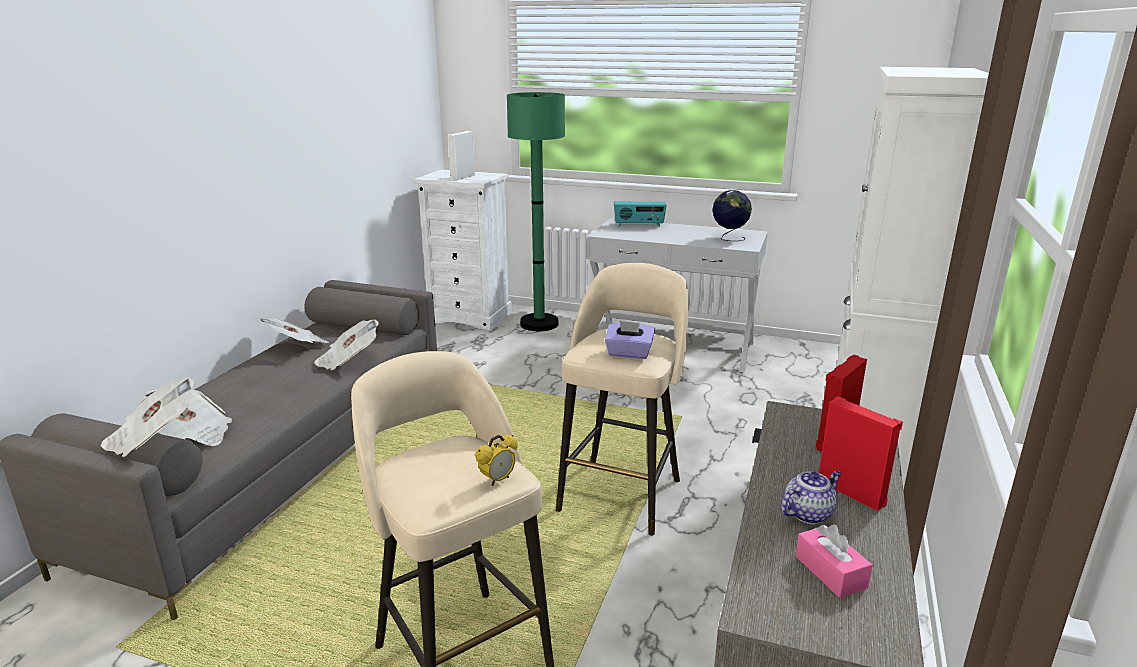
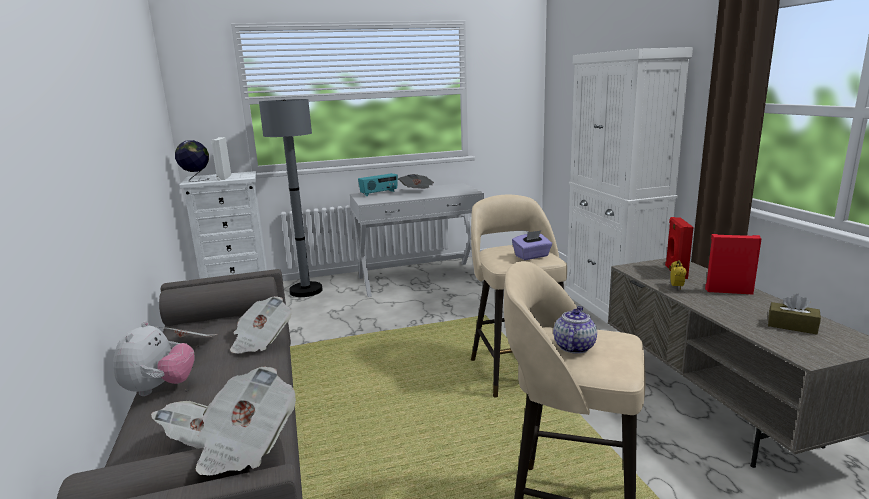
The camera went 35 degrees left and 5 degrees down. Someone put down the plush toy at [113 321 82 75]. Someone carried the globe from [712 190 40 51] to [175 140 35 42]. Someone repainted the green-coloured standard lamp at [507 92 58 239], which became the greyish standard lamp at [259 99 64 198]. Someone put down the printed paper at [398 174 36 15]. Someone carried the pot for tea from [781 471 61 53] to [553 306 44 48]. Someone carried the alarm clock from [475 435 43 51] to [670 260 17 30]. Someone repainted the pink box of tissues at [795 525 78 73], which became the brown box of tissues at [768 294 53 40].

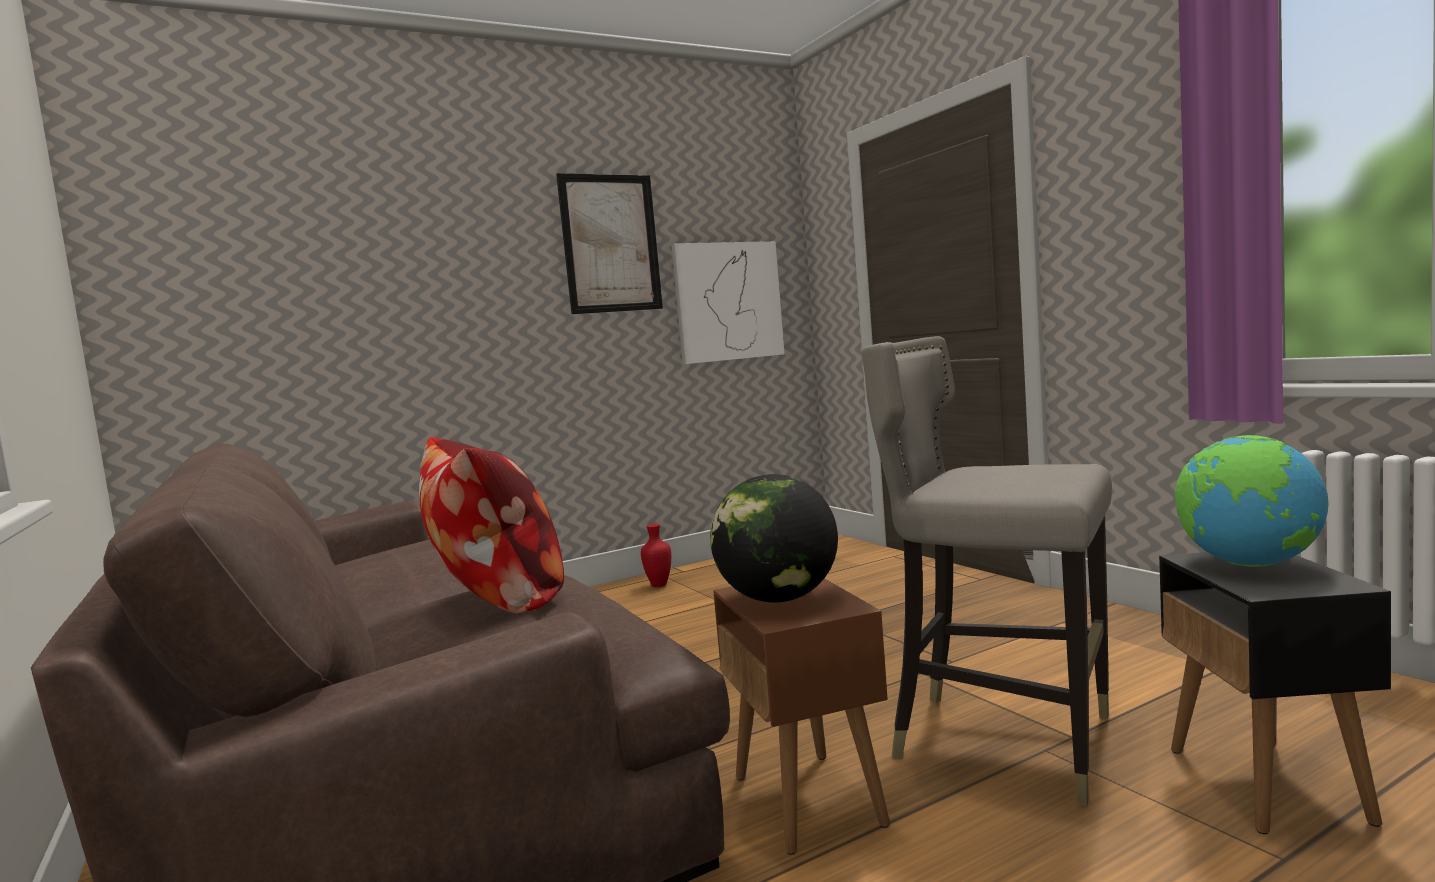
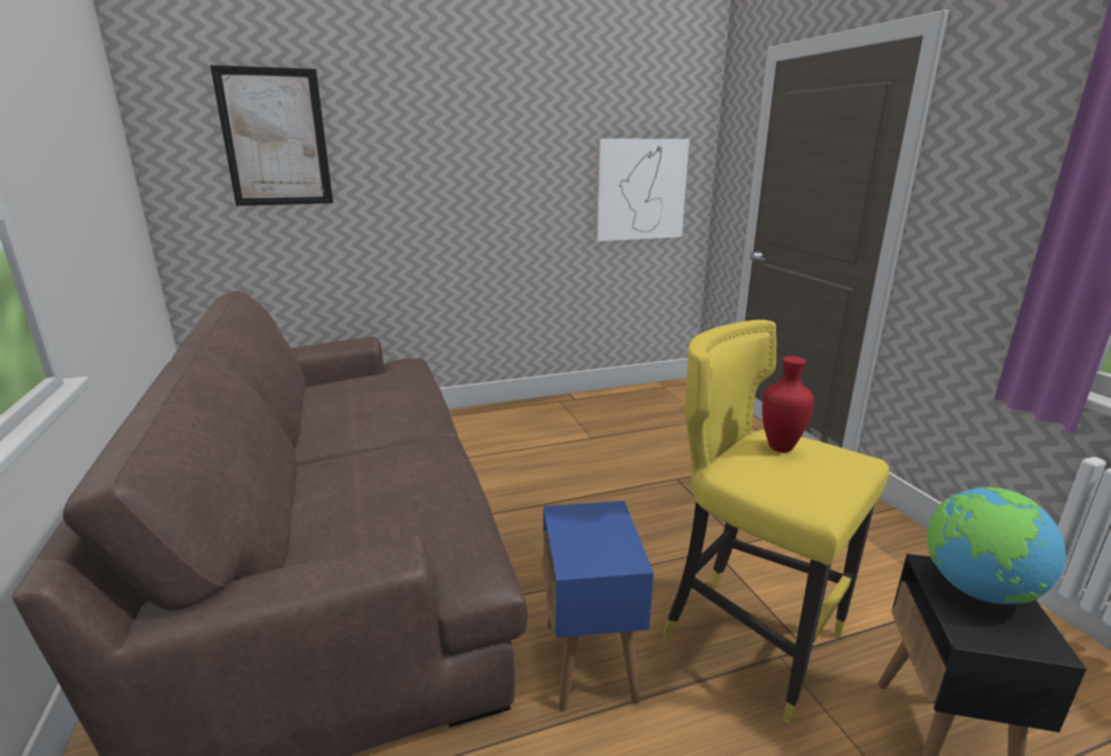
The camera went 10 degrees right and 15 degrees up. Someone carried the wall picture from [556 173 107 141] to [210 65 123 141]. Someone repainted the brown accent table at [713 578 177 277], which became the blue accent table at [541 501 113 211]. Someone repainted the greyish stool seat at [861 336 251 471], which became the yellow-coloured stool seat at [663 320 226 405]. Someone carried the reddish vase from [641 524 30 63] to [762 356 52 96]. Someone took away the cushion at [419 437 145 177]. Someone took away the globe at [710 474 128 129].

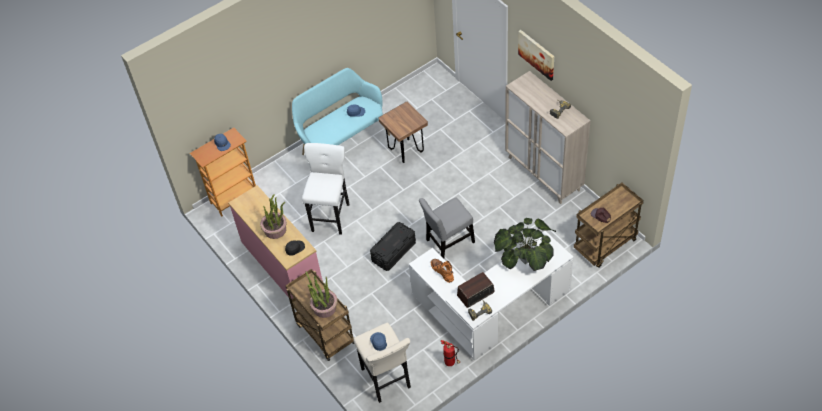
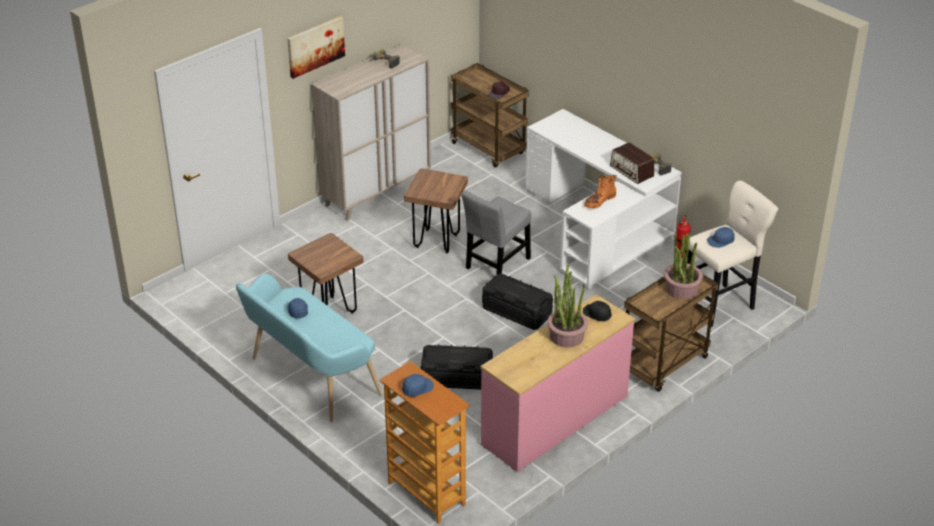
The camera went 100 degrees left and 15 degrees down. Someone put down the brown stool seat at [404 168 64 86]. Someone swapped the white stool seat at [302 143 48 92] for the black storage container at [420 344 73 46]. Someone rotated the greyish chair at [419 198 56 61] by 75 degrees clockwise. Someone took away the plant in a pot at [494 218 62 53].

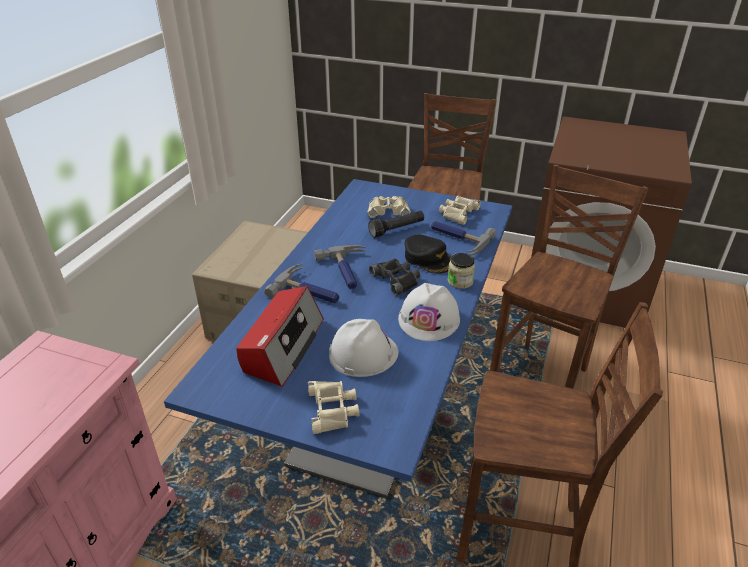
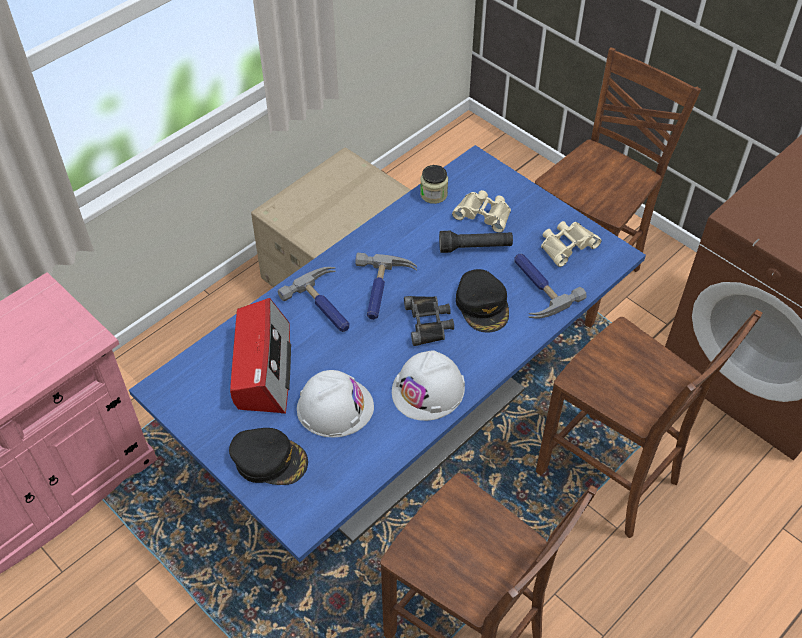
The camera went 25 degrees right and 15 degrees up. Someone swapped the beige binoculars at [308 381 51 53] for the black peaked cap at [229 428 79 57]. Someone rotated the radio at [236 286 87 101] by 45 degrees counterclockwise. Someone carried the preserve jar from [448 253 27 36] to [420 165 28 39]. Someone rotated the brown chair at [490 165 159 224] by 75 degrees clockwise.

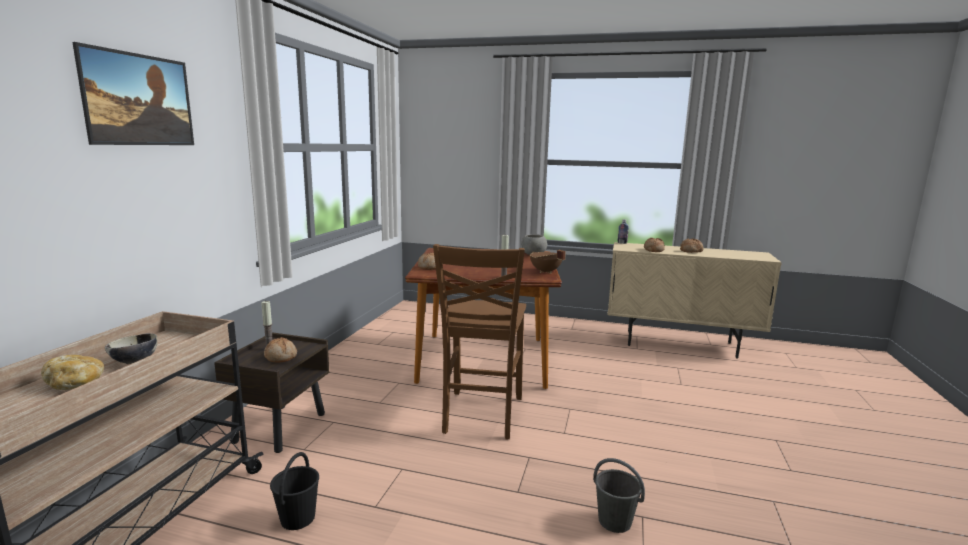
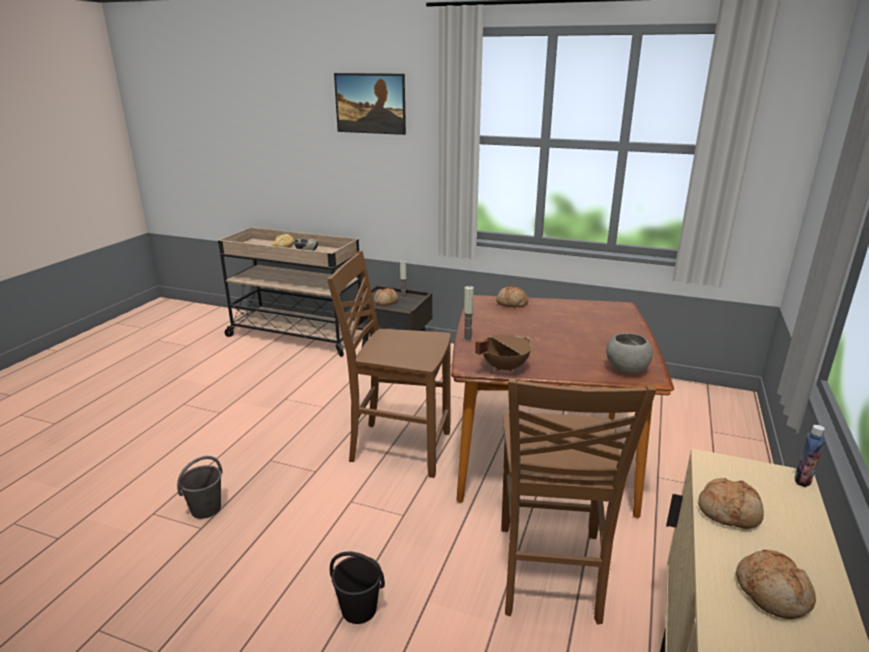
The camera went 95 degrees right and 10 degrees up. Someone carried the black pail from [270 452 49 78] to [330 551 55 73]. Someone put down the brown chair at [501 378 155 246].

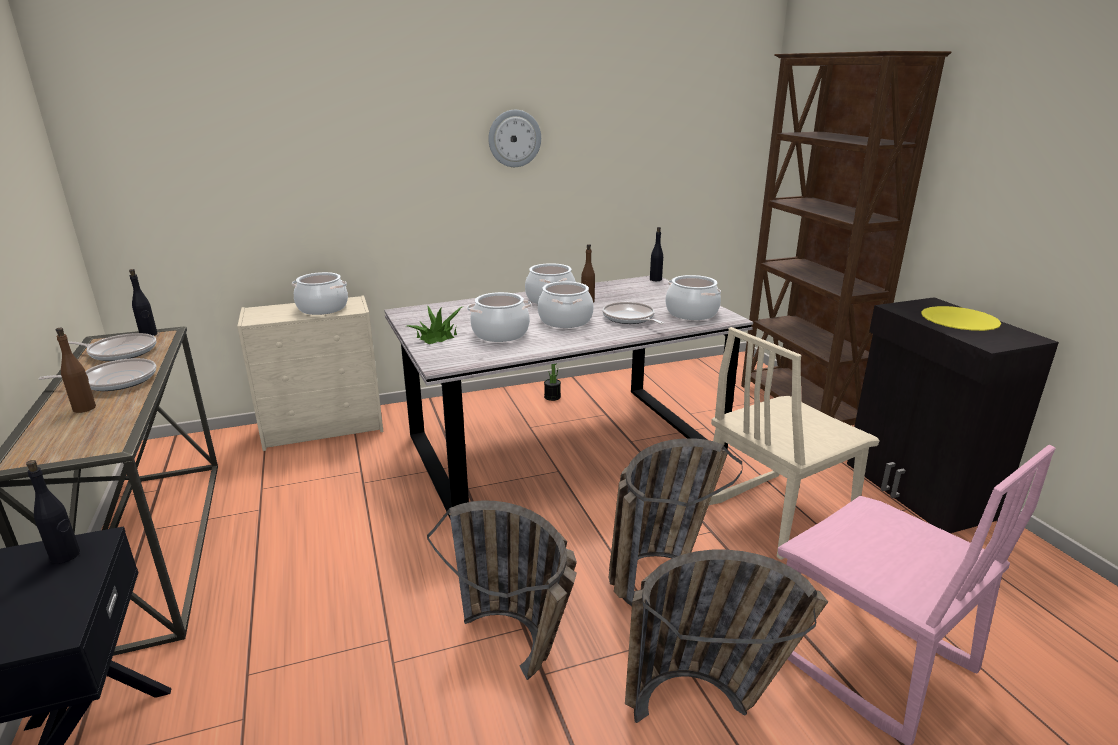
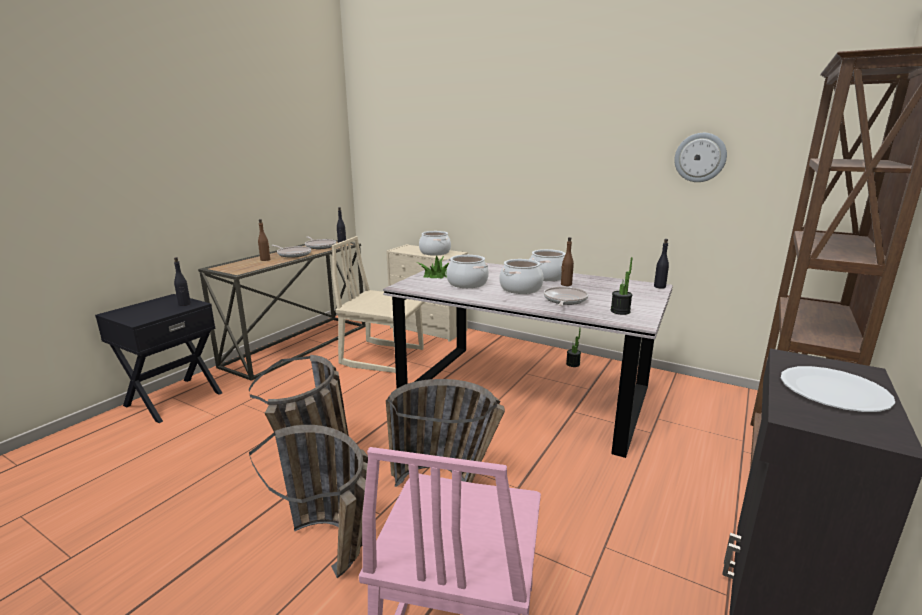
The camera went 50 degrees right and 5 degrees down. Someone carried the beige chair from [709 327 171 233] to [332 236 92 137]. Someone swapped the cooking pot at [666 275 55 45] for the plant in a pot at [611 257 22 58]. Someone carried the wall clock from [488 110 53 57] to [674 133 53 49]. Someone repainted the yellow-coloured plate at [921 306 80 25], which became the white plate at [781 366 114 46].

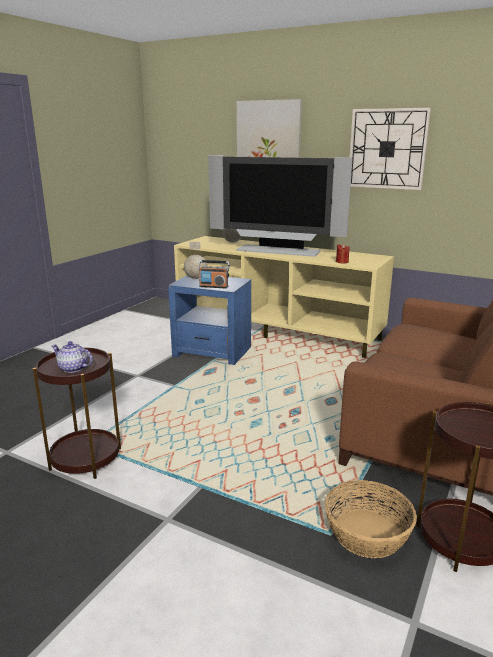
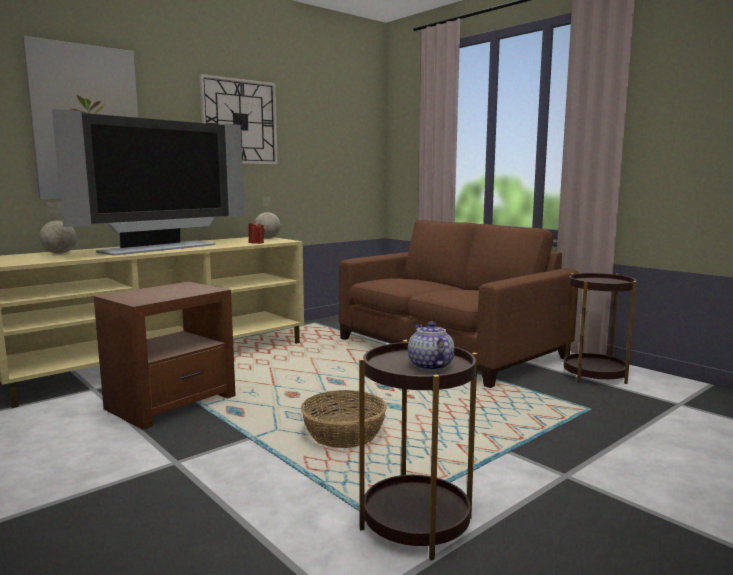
The camera went 70 degrees left and 10 degrees down. Someone repainted the blue accent table at [168 275 83 90], which became the brown accent table at [94 281 142 149]. Someone carried the globe from [184 242 24 37] to [254 197 27 42]. Someone carried the household basket from [325 480 92 78] to [300 390 87 58]. Someone rotated the pot for tea at [51 341 42 32] by 120 degrees clockwise. Someone took away the radio at [198 260 32 28].

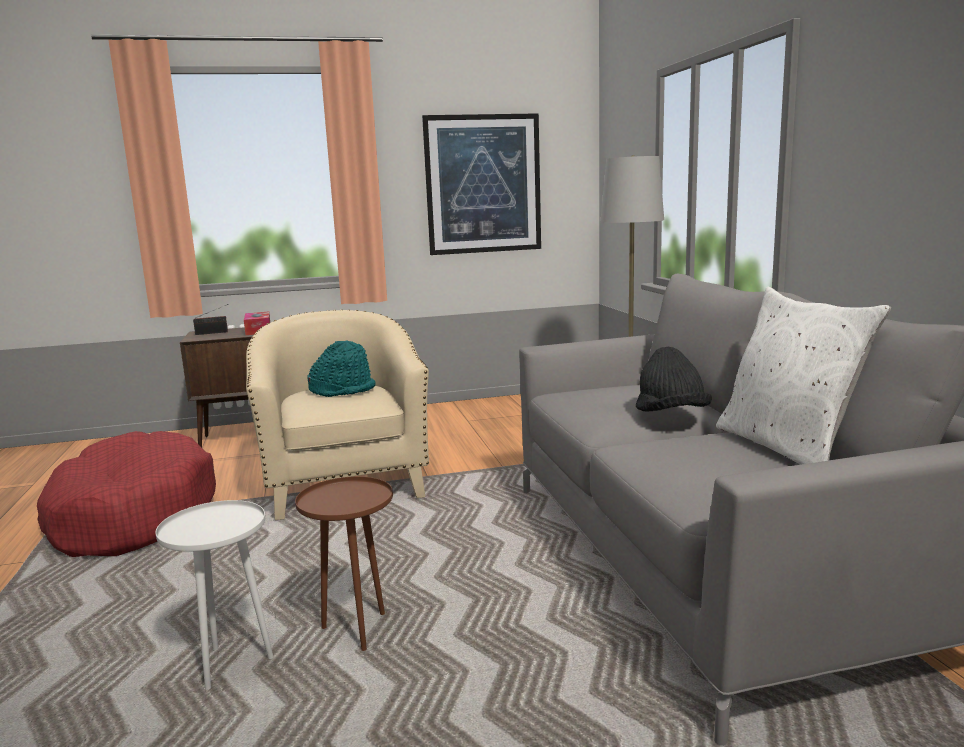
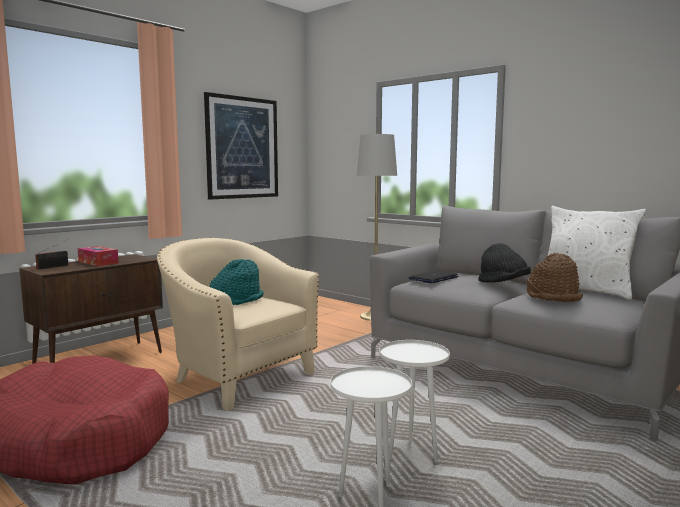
The camera went 35 degrees left and 5 degrees down. Someone repainted the brown accent table at [295 476 98 175], which became the white accent table at [379 340 71 123]. Someone put down the laptop at [409 271 49 12]. Someone put down the brown hat at [527 253 56 49].

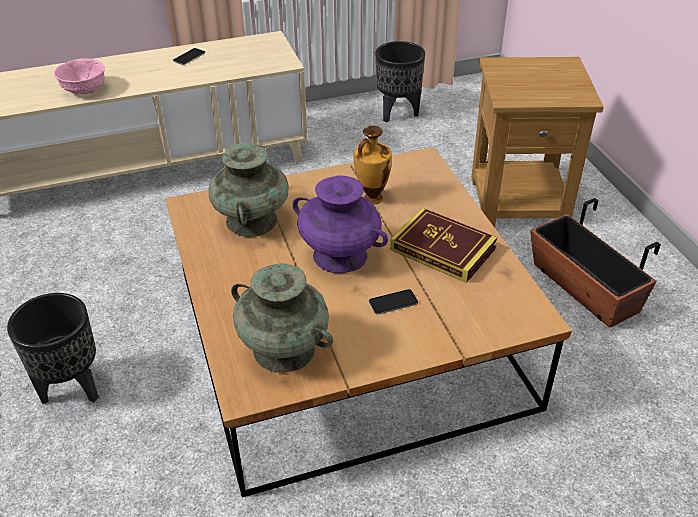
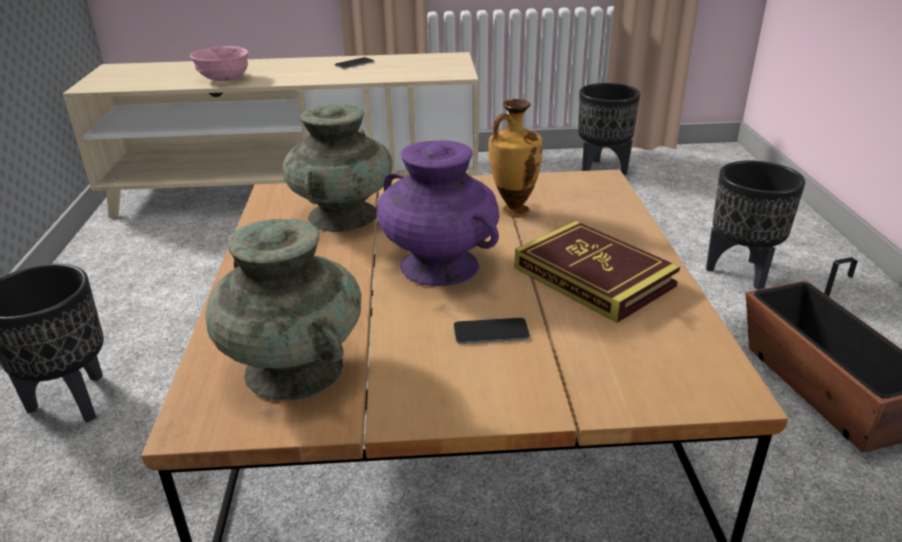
The camera went 15 degrees right and 10 degrees down. Someone swapped the brown accent table at [471 57 133 170] for the black plant pot at [706 160 100 130].

